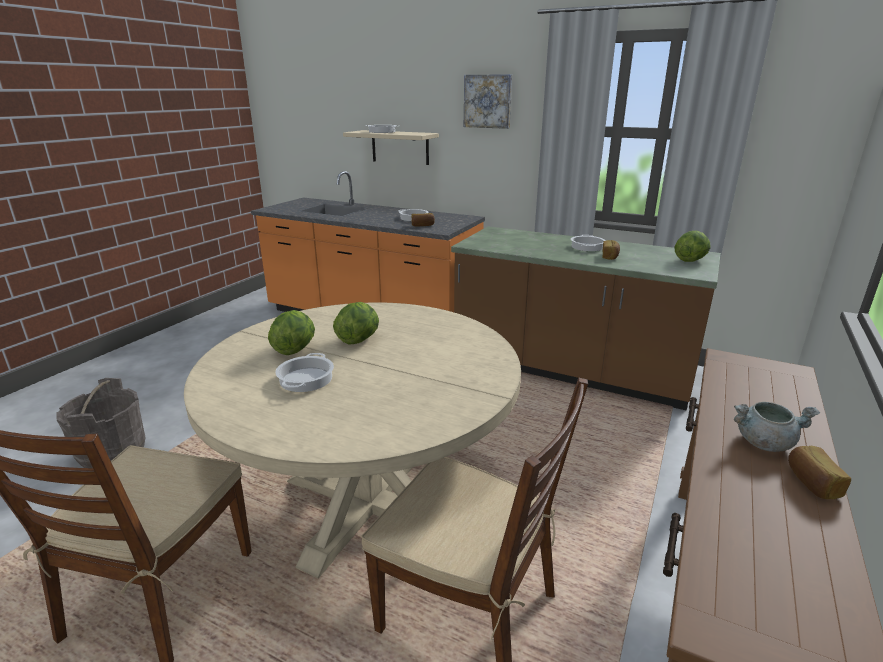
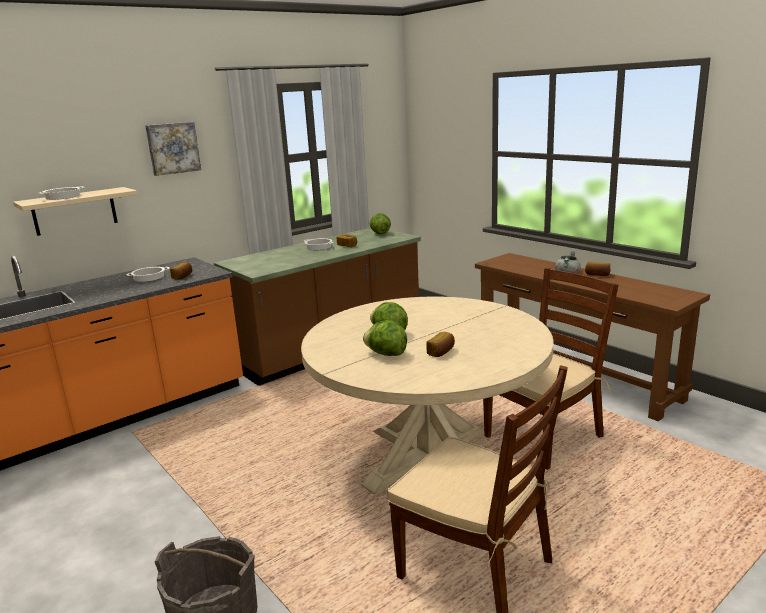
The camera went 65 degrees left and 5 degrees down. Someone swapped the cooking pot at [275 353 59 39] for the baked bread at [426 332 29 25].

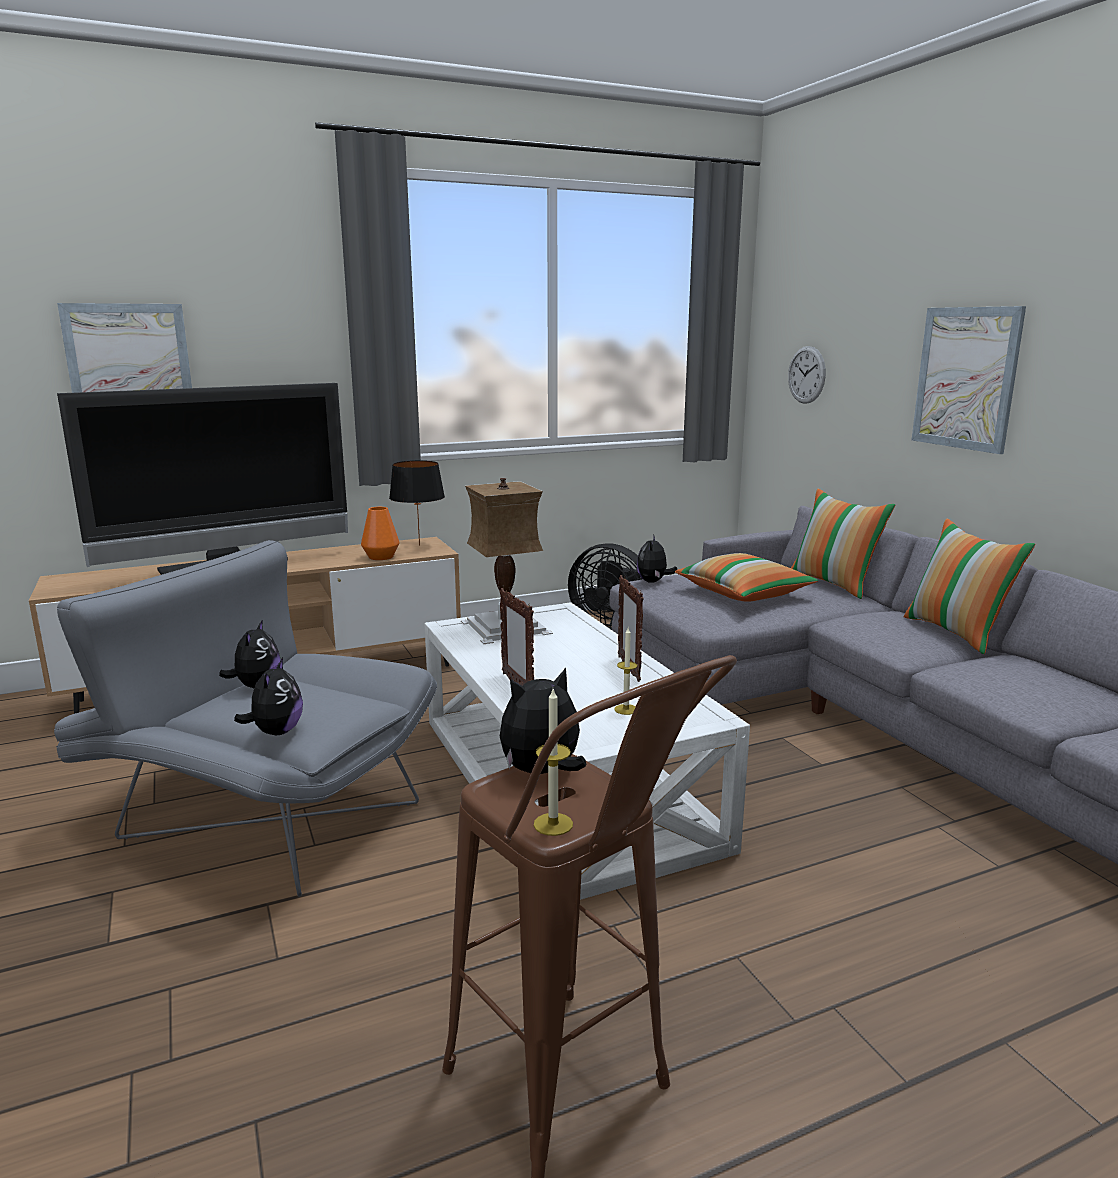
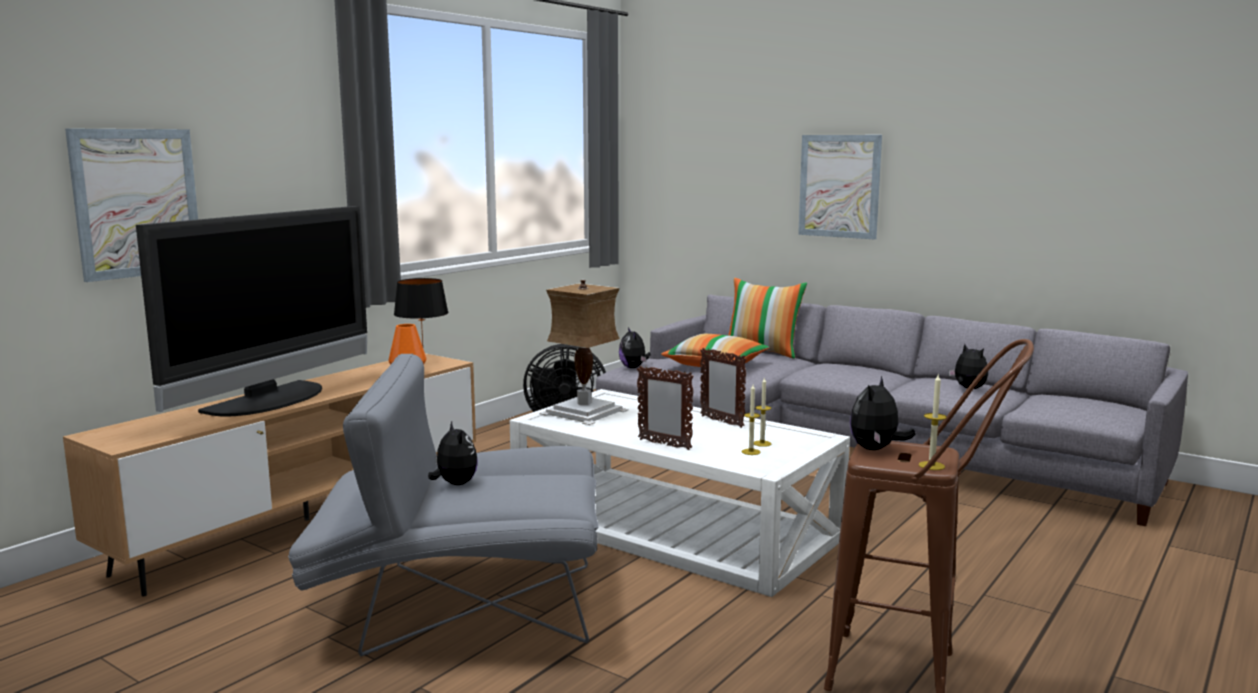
The camera went 30 degrees left and 5 degrees down. Someone put down the candle at [742 385 19 70]. Someone carried the plush toy from [234 657 69 78] to [949 344 39 45]. Someone took away the wall clock at [788 346 38 58]. Someone took away the cushion at [904 518 131 136].

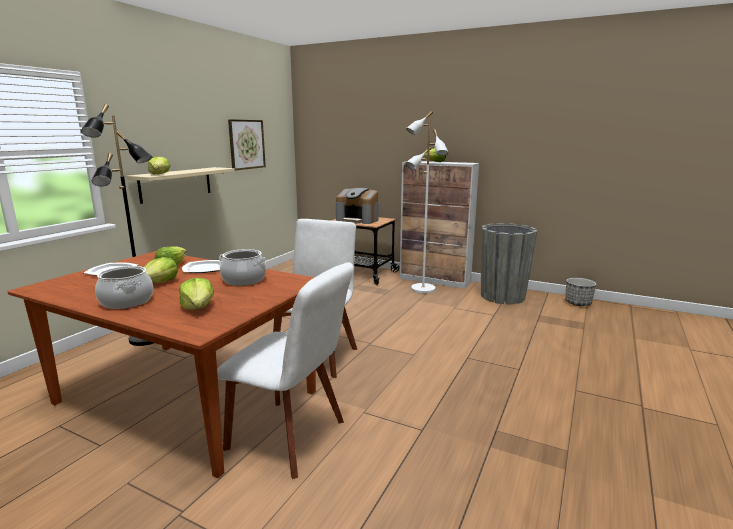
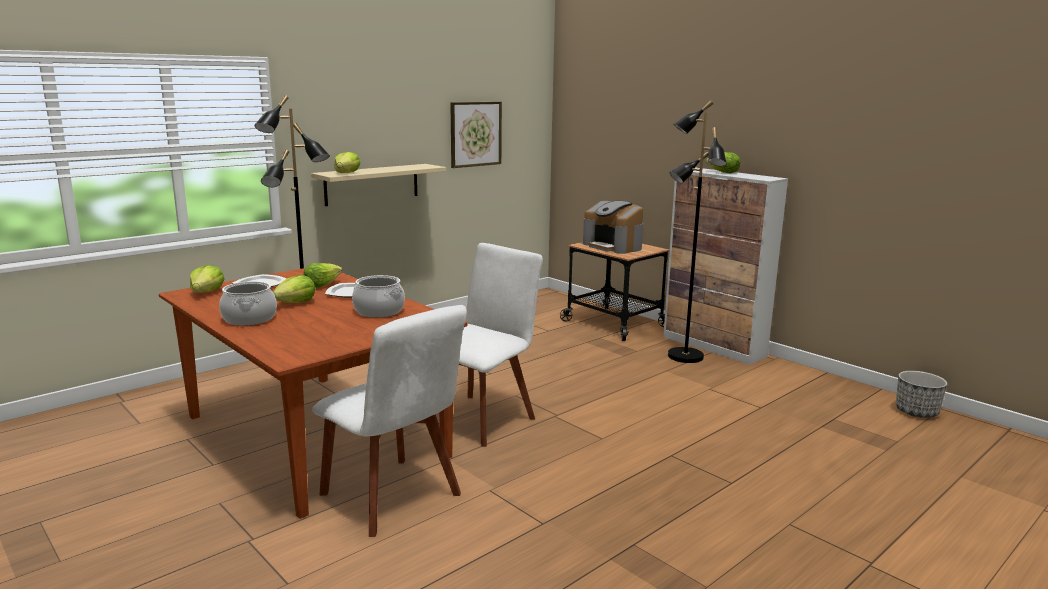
The camera went 20 degrees right and 0 degrees up. Someone carried the head of lettuce from [179 278 35 32] to [190 265 34 28]. Someone repainted the white standard lamp at [405 111 43 182], which became the black standard lamp at [668 101 59 262]. Someone took away the greyish plant pot at [481 223 56 82].

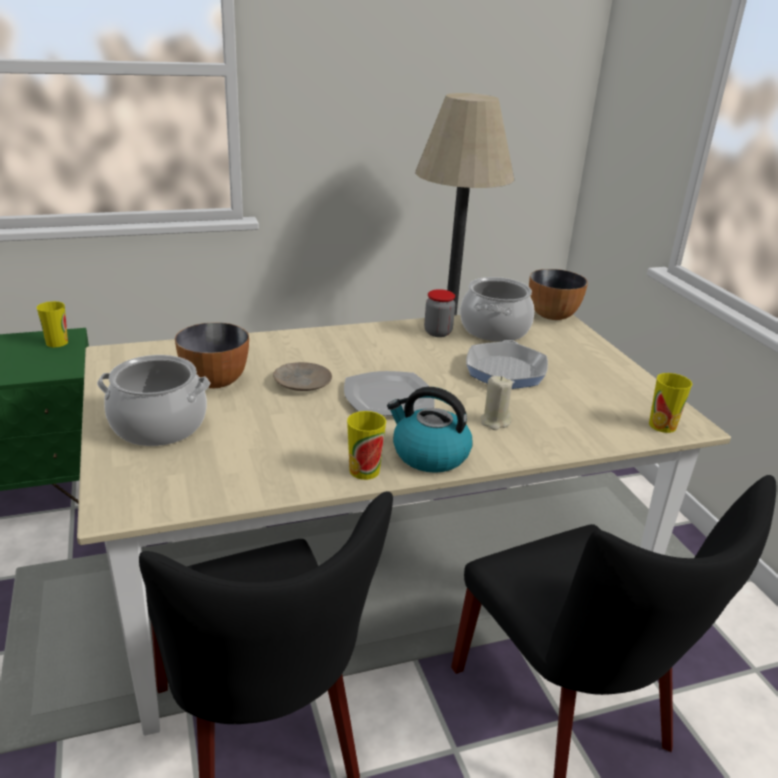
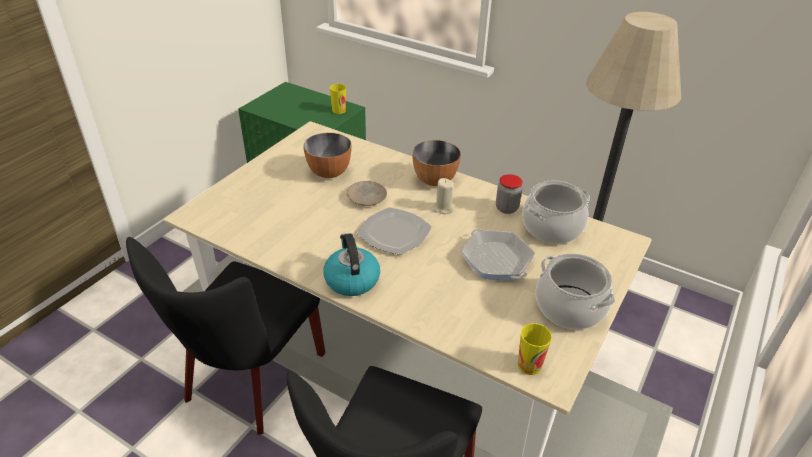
The camera went 50 degrees right and 10 degrees up. Someone carried the deep dish from [529 269 59 51] to [412 140 49 46]. Someone carried the beige candle from [481 376 32 54] to [433 178 21 36]. Someone rotated the frying pan at [466 340 82 49] by 90 degrees counterclockwise. Someone carried the cooking pot from [97 355 113 91] to [536 253 79 76]. Someone took away the cup at [347 411 39 69].

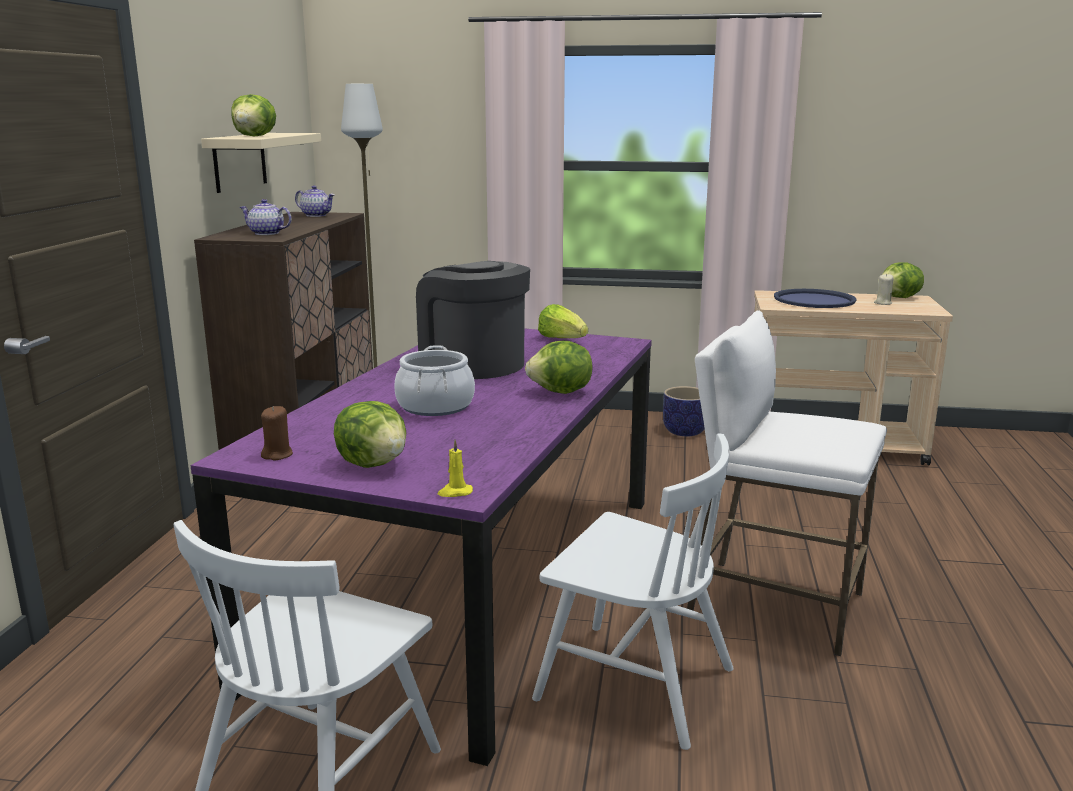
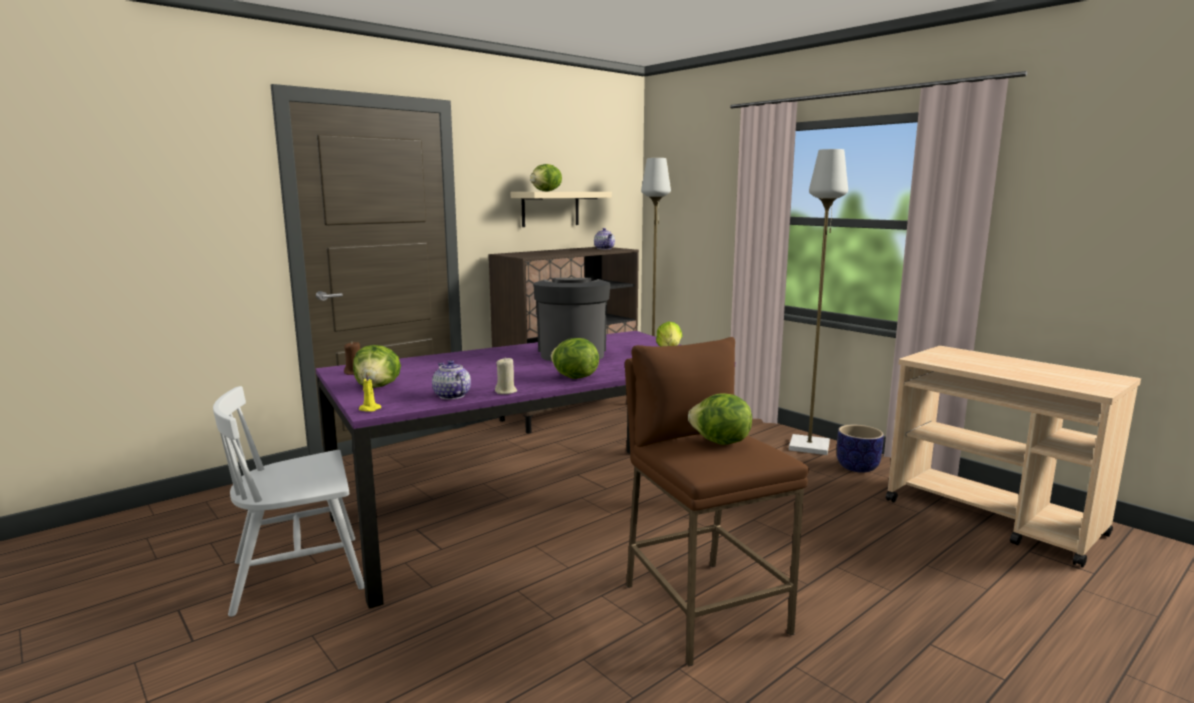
The camera went 40 degrees right and 5 degrees down. Someone carried the pot for tea from [239 199 53 36] to [432 360 39 40]. Someone carried the beige candle from [874 274 20 31] to [495 358 22 36]. Someone repainted the white stool seat at [687 310 200 346], which became the brown stool seat at [625 337 184 329]. Someone carried the head of lettuce from [878 262 46 36] to [688 393 64 52]. Someone put down the greyish standard lamp at [789 149 59 306]. Someone took away the cooking pot at [395 345 80 71]. Someone took away the white chair at [532 433 202 317]. Someone took away the blue serving tray at [774 289 83 19].

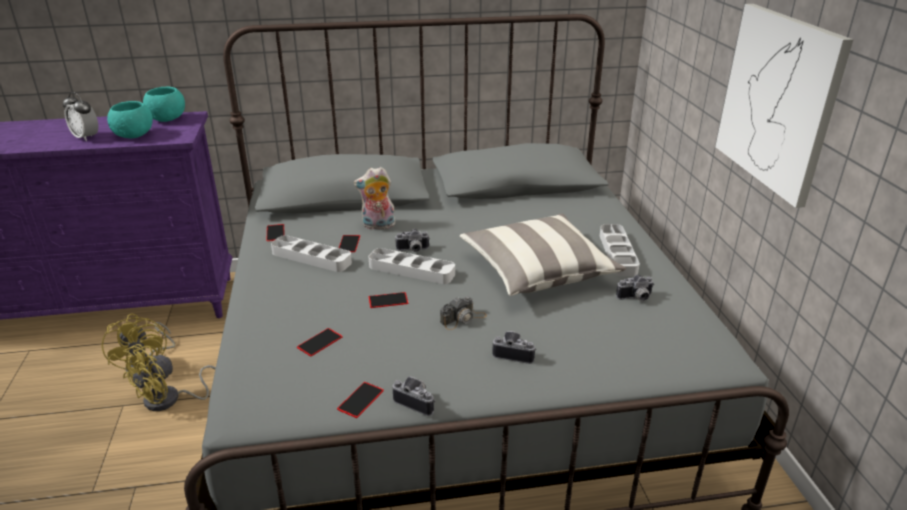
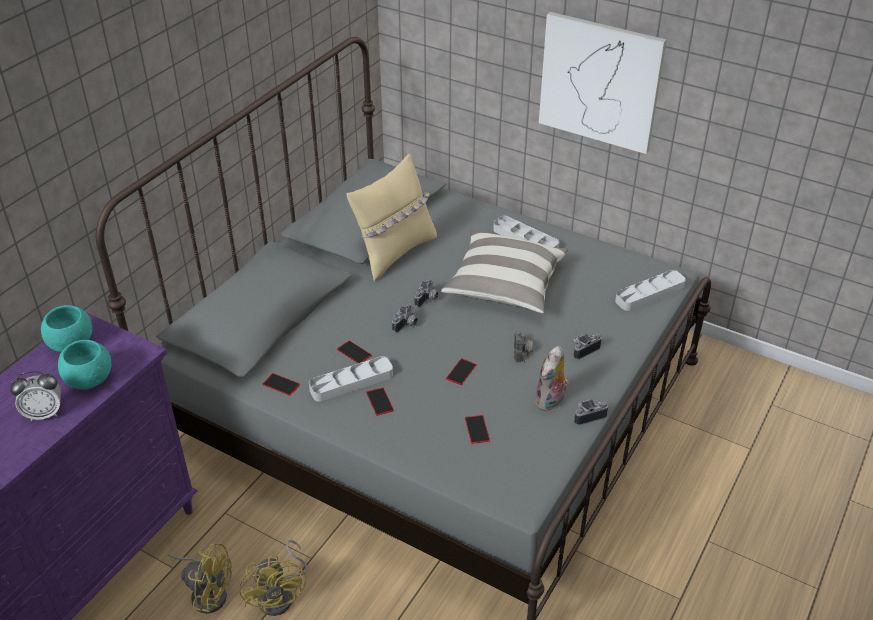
The camera went 50 degrees left and 10 degrees up. Someone put down the beige cushion at [346 154 91 128]. Someone carried the handset from [337 382 47 36] to [366 387 28 29]. Someone carried the photo camera from [616 274 38 27] to [414 279 24 29]. Someone carried the plush toy from [354 167 41 63] to [535 346 34 65]. Someone carried the greyish serving tray from [368 248 87 36] to [615 270 71 41].

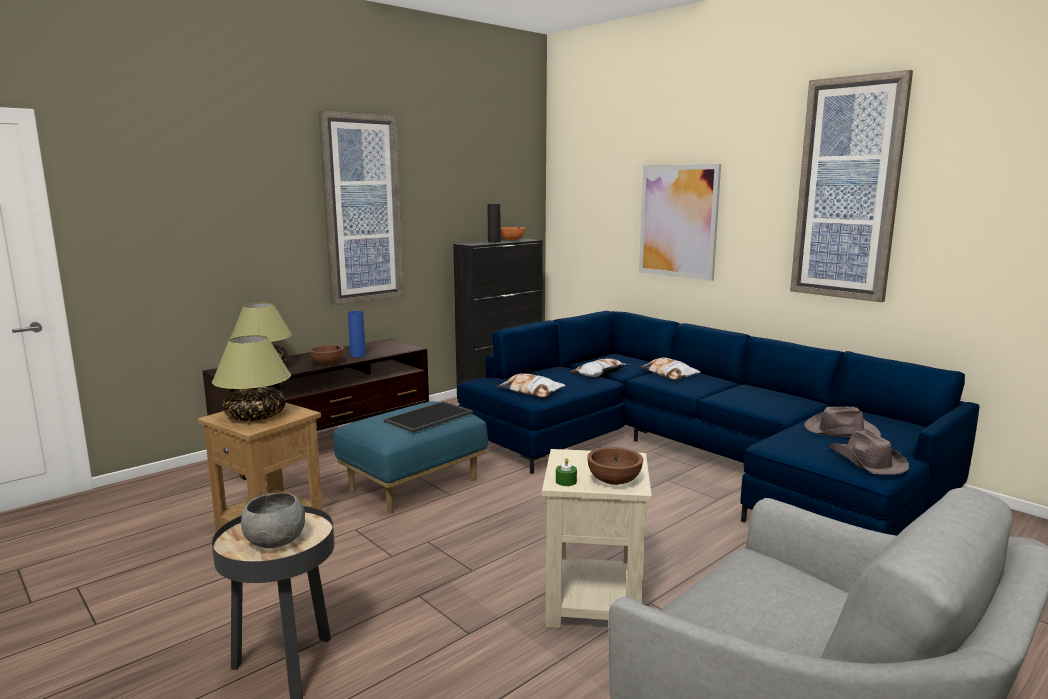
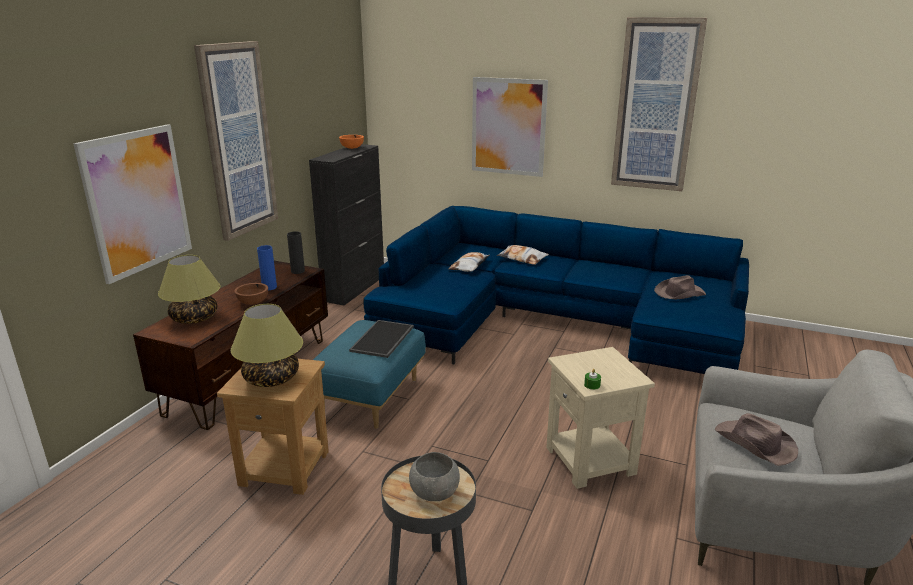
The camera went 25 degrees left and 10 degrees up. Someone put up the wall picture at [73 124 119 160]. Someone carried the black vase from [487 204 14 38] to [287 231 18 43]. Someone carried the brown hat from [829 431 80 44] to [715 413 83 53]. Someone took away the cushion at [497 373 68 24]. Someone took away the brown deep dish at [587 447 56 38].

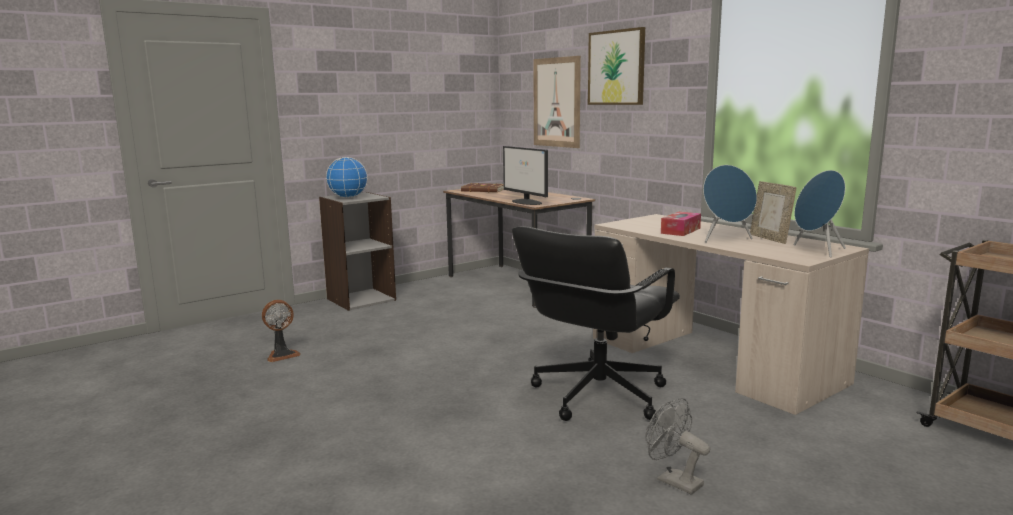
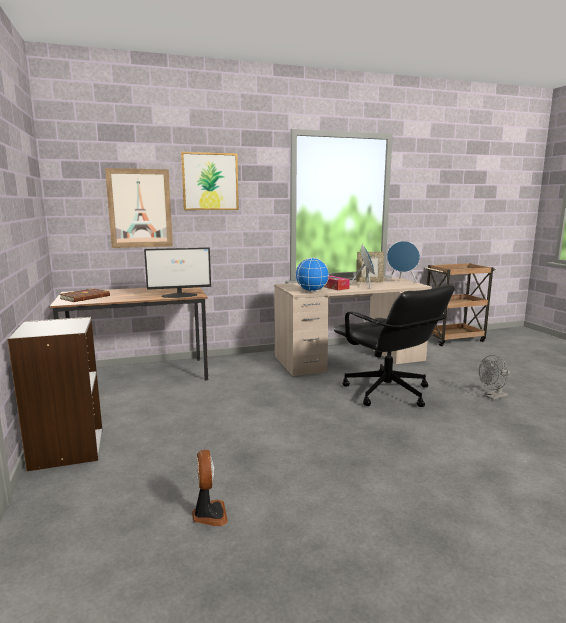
The camera went 70 degrees left and 0 degrees up. Someone carried the globe from [326 157 42 41] to [295 258 34 34].

